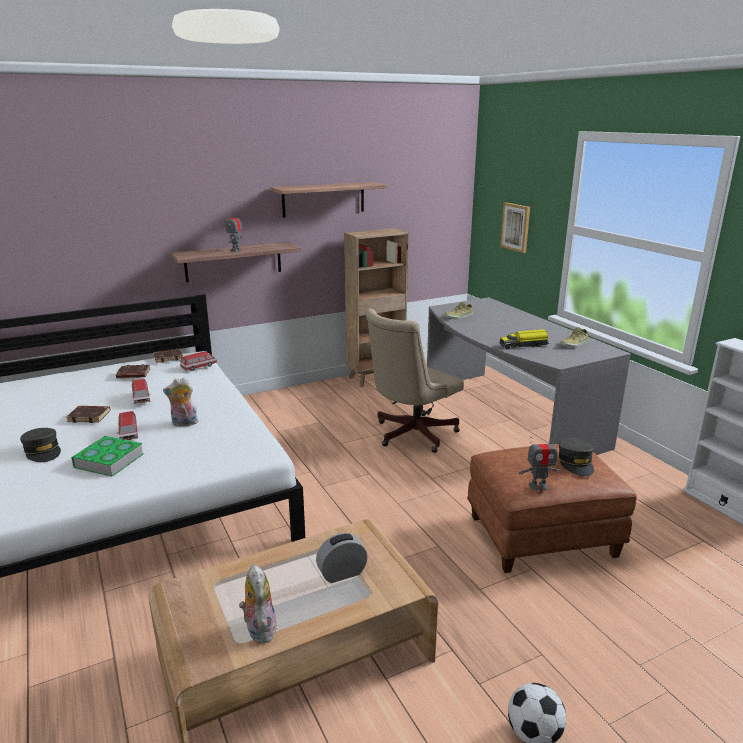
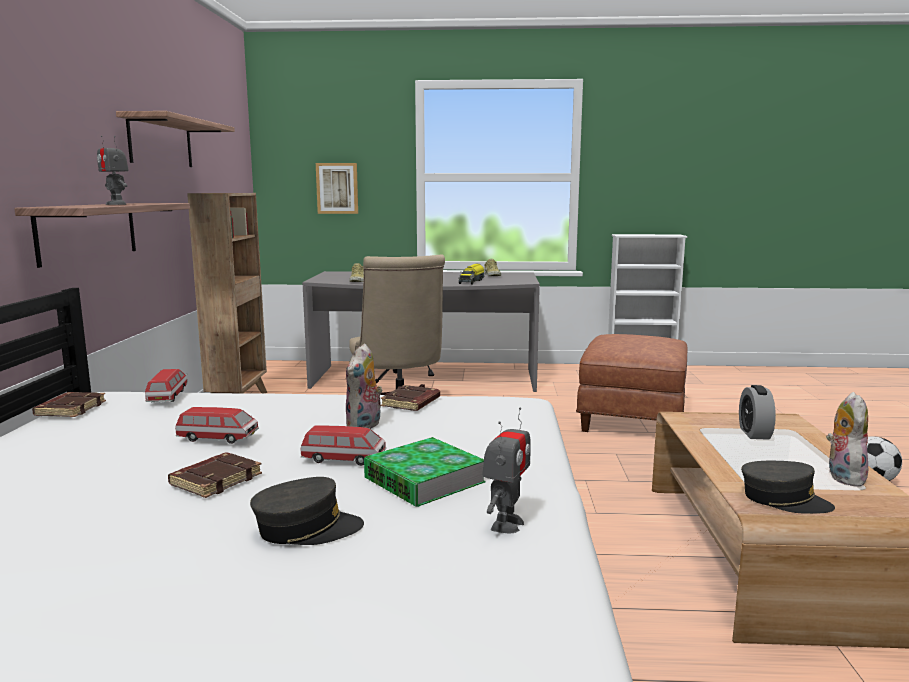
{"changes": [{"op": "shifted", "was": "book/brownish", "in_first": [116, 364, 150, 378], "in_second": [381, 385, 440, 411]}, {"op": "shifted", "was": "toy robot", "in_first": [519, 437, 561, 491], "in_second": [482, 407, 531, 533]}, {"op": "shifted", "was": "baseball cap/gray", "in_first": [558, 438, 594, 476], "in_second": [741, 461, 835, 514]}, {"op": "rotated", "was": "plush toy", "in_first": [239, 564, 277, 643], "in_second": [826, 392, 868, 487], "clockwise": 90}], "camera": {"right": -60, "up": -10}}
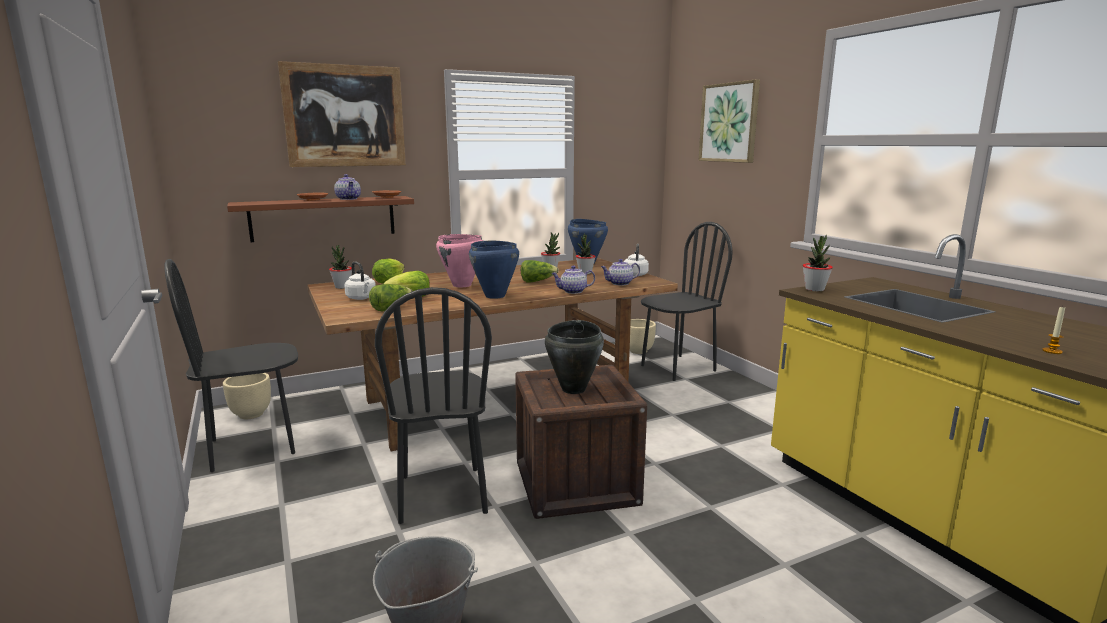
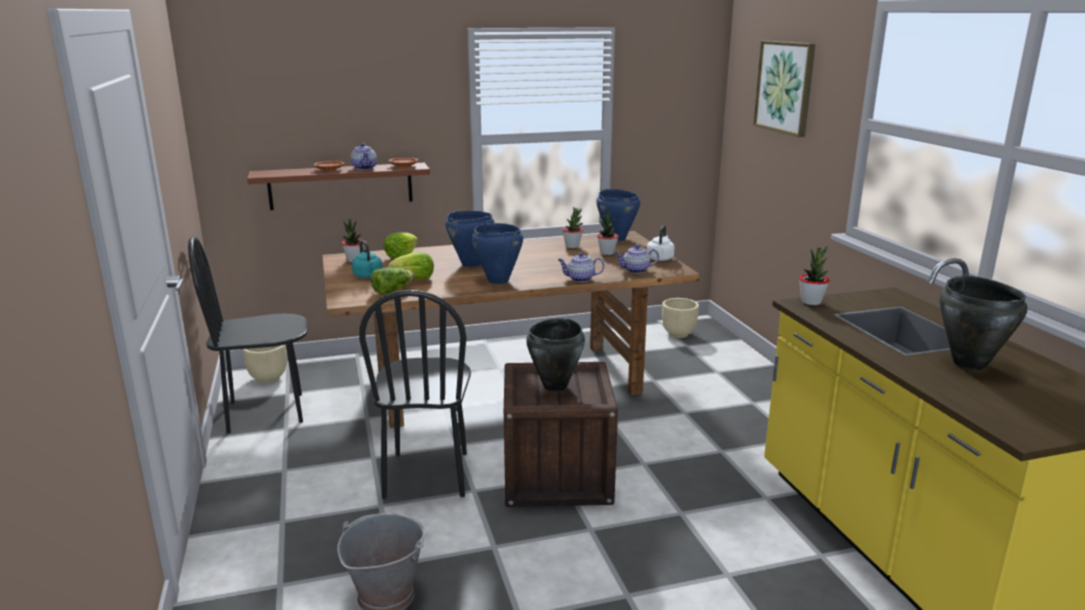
{"changes": [{"op": "gone", "was": "wall art", "in_first": [278, 61, 406, 167]}, {"op": "gone", "was": "head of lettuce", "in_first": [521, 260, 559, 282]}, {"op": "gone", "was": "plain chair/black", "in_first": [641, 222, 733, 381]}, {"op": "gone", "was": "wax light", "in_first": [1042, 306, 1065, 354]}, {"op": "new", "now": "cooking pot/black", "in_second": [939, 276, 1027, 370]}, {"op": "repainted", "was": "tea kettle/white", "now": "tea kettle/blue-green", "in_first": [344, 262, 376, 300], "in_second": [352, 240, 382, 278]}, {"op": "repainted", "was": "cooking pot/pinkish", "now": "cooking pot/blue", "in_first": [436, 234, 483, 287], "in_second": [446, 210, 494, 267]}], "camera": {"right": 10, "up": 5}}
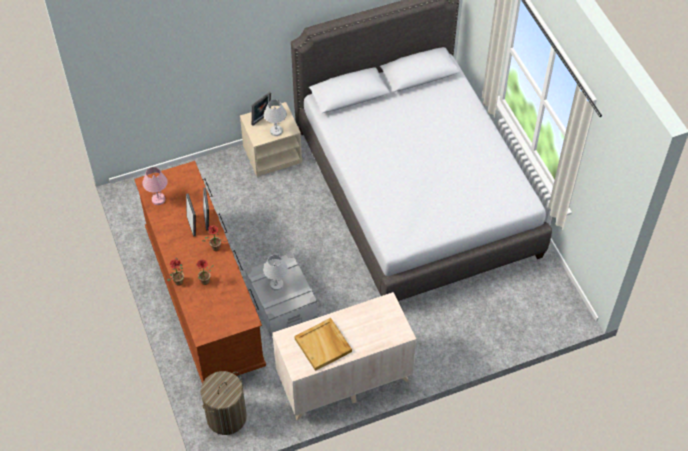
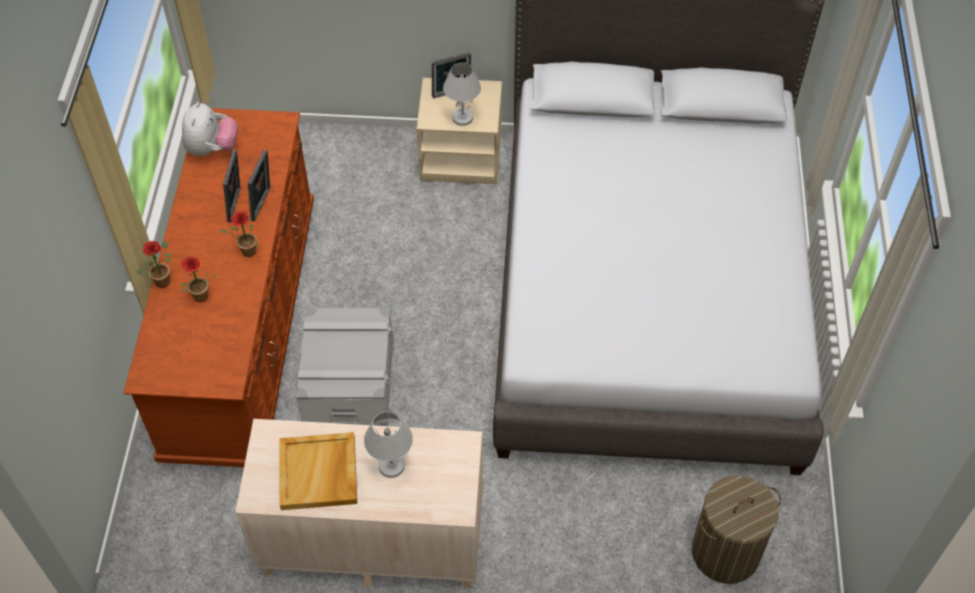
{"changes": [{"op": "shifted", "was": "hamper", "in_first": [200, 371, 247, 435], "in_second": [692, 475, 781, 584]}, {"op": "shifted", "was": "lamp for a table/white", "in_first": [263, 255, 288, 291], "in_second": [364, 412, 413, 478]}, {"op": "swapped", "was": "lamp for a table/pinkish", "now": "plush toy", "in_first": [142, 167, 168, 205], "in_second": [182, 102, 238, 156]}], "camera": {"right": 25, "up": 0}}
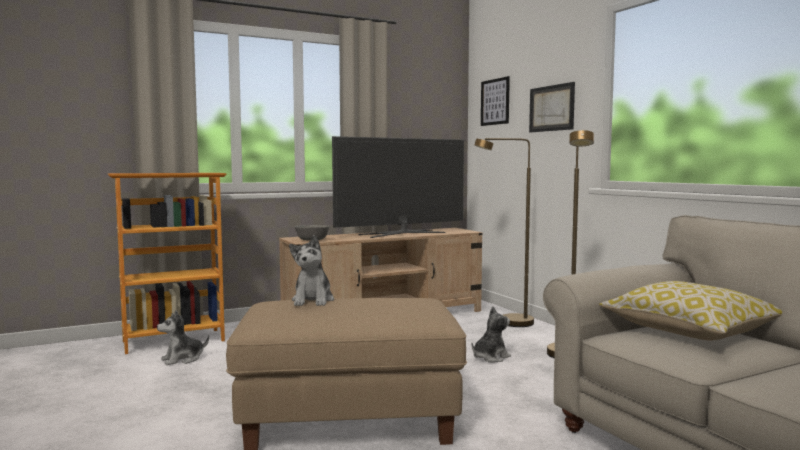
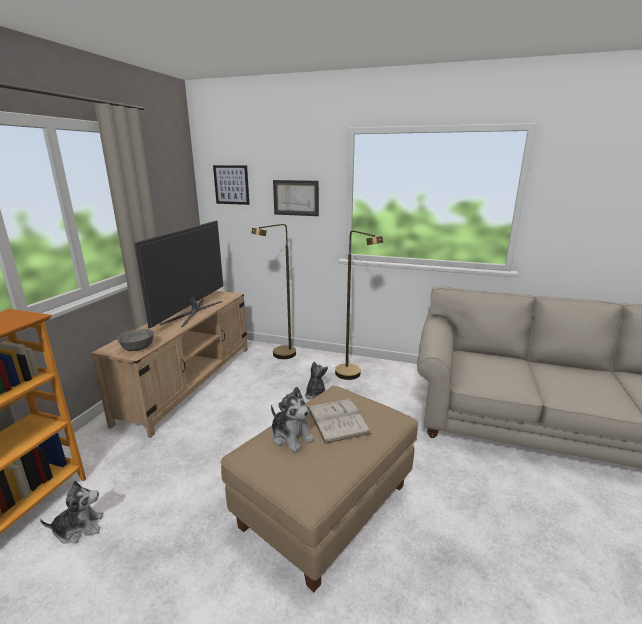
{"changes": [{"op": "gone", "was": "cushion", "in_first": [599, 281, 782, 340]}, {"op": "new", "now": "book/white", "in_second": [307, 399, 371, 444]}, {"op": "rotated", "was": "plush toy", "in_first": [157, 310, 209, 365], "in_second": [40, 481, 103, 544], "clockwise": -120}], "camera": {"right": -45, "up": 15}}
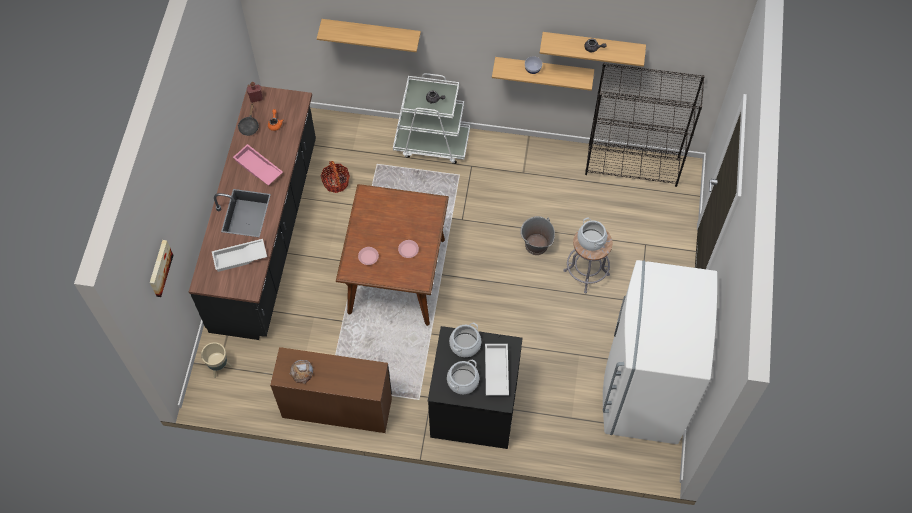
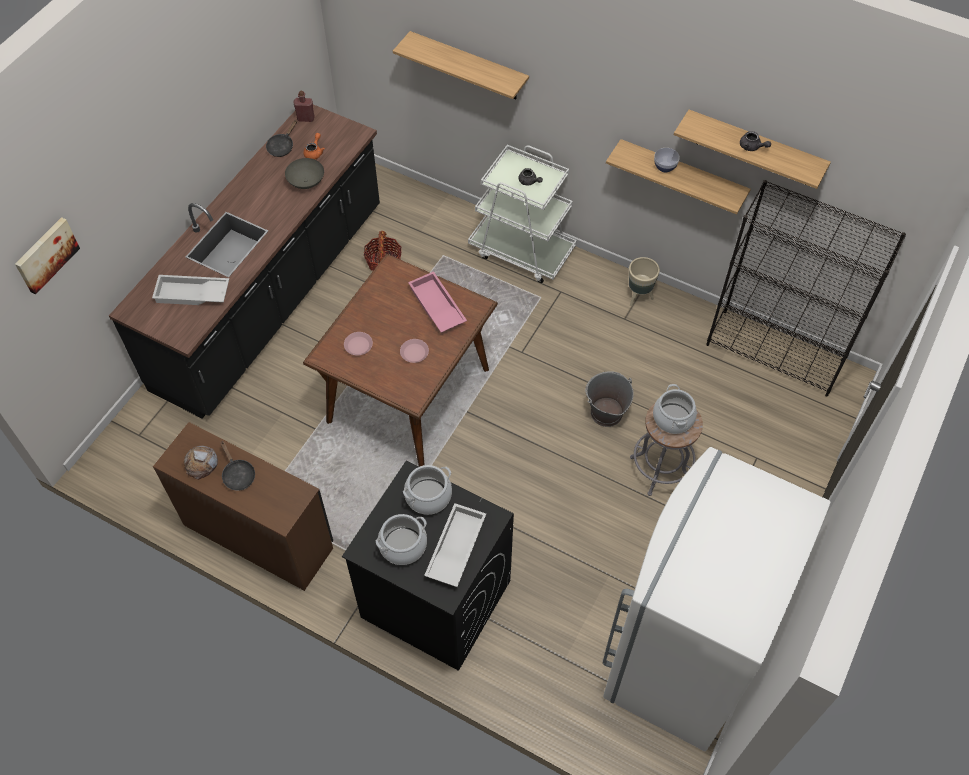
{"changes": [{"op": "new", "now": "skillet/black", "in_second": [221, 441, 255, 491]}, {"op": "new", "now": "deep dish/gray", "in_second": [285, 158, 324, 189]}, {"op": "shifted", "was": "flower pot/sand-coloured", "in_first": [201, 342, 232, 378], "in_second": [629, 257, 660, 306]}, {"op": "shifted", "was": "tray/pinkish", "in_first": [233, 144, 283, 186], "in_second": [408, 271, 467, 333]}], "camera": {"right": 20, "up": -5}}
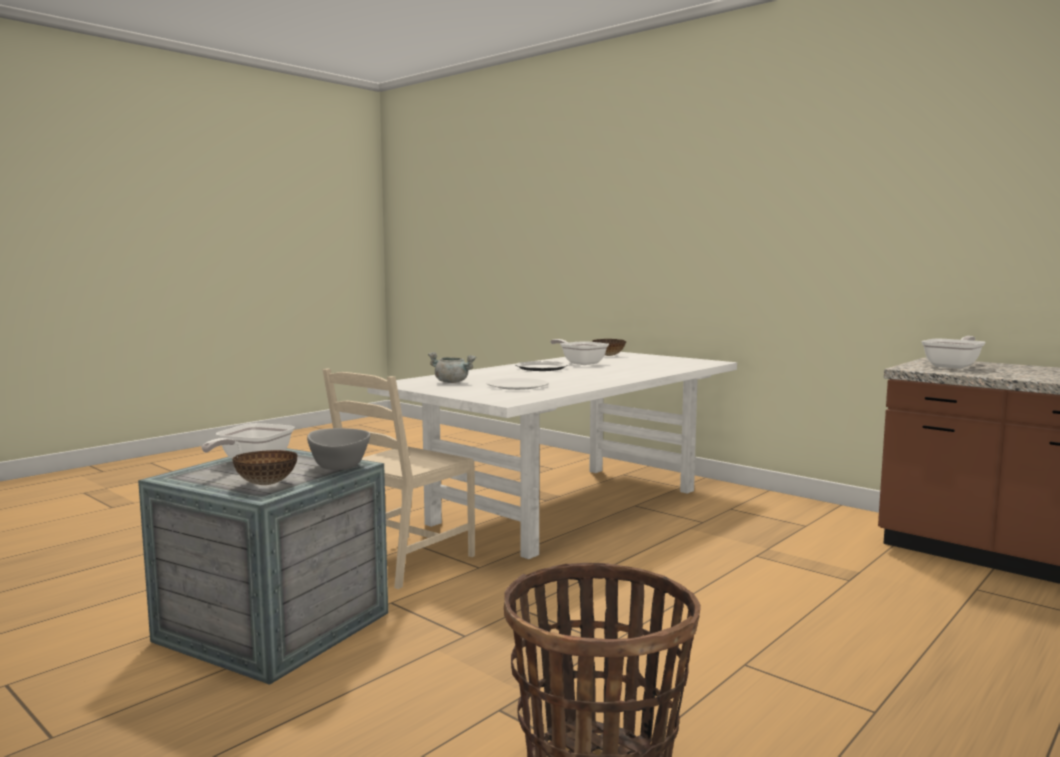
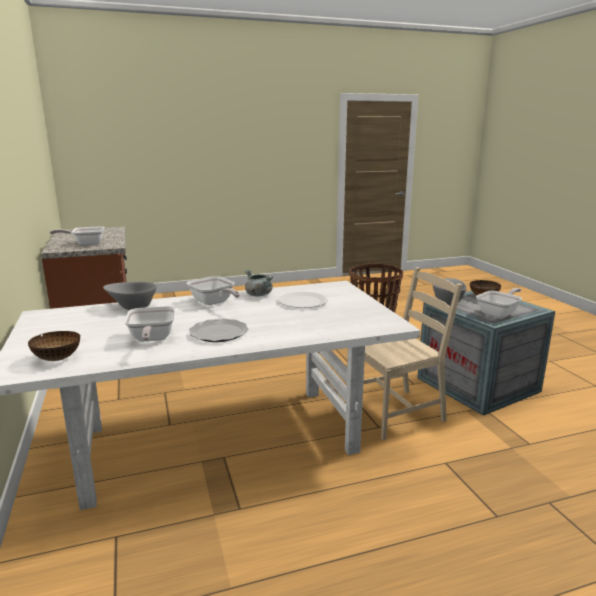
{"changes": [{"op": "new", "now": "deep dish/gray", "in_second": [103, 282, 157, 310]}, {"op": "new", "now": "skillet", "in_second": [187, 276, 240, 305]}, {"op": "shifted", "was": "cooking pot/gray", "in_first": [428, 352, 476, 383], "in_second": [245, 270, 273, 296]}], "camera": {"right": -150, "up": 10}}
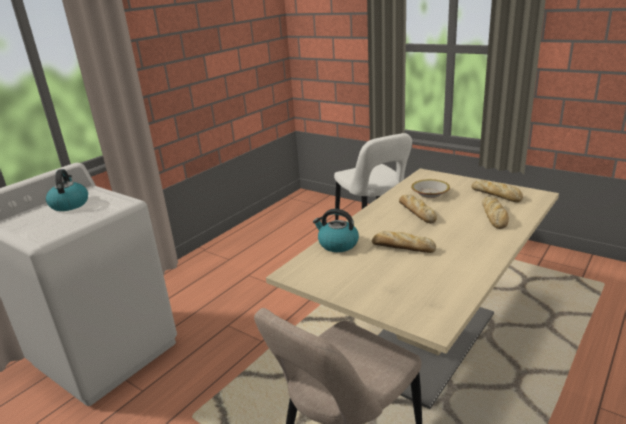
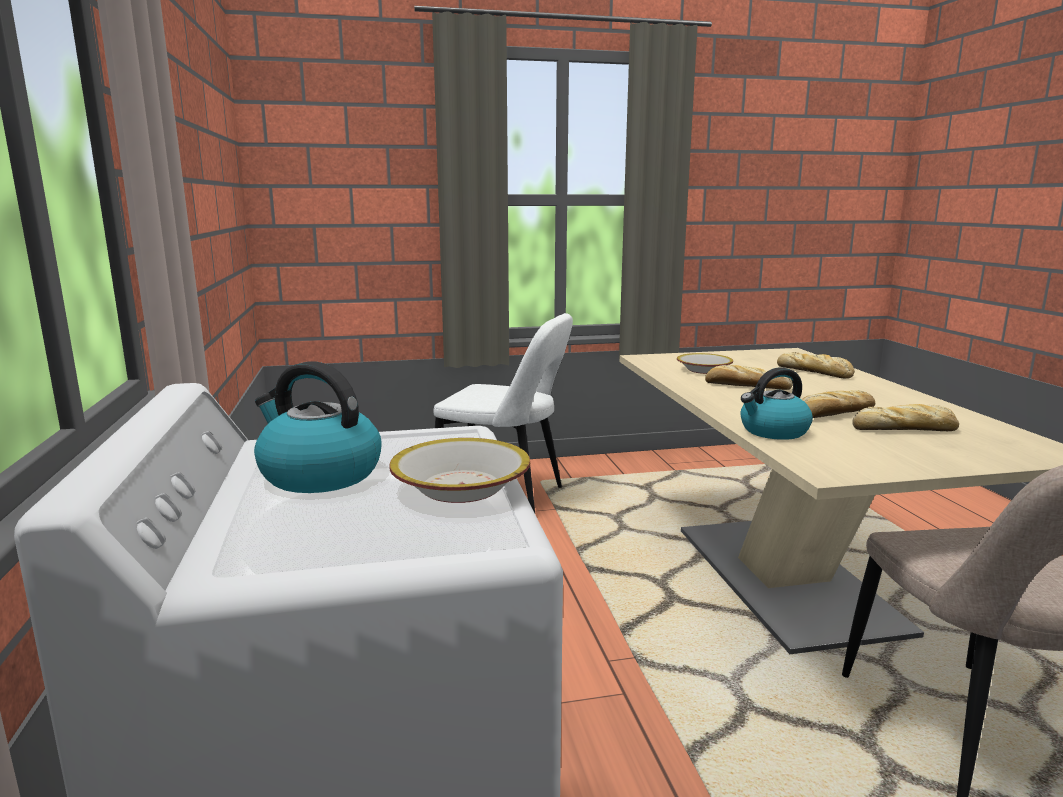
{"changes": [{"op": "new", "now": "deep dish", "in_second": [389, 438, 530, 503]}, {"op": "shifted", "was": "bread", "in_first": [472, 180, 523, 202], "in_second": [852, 404, 959, 431]}], "camera": {"right": -50, "up": -10}}
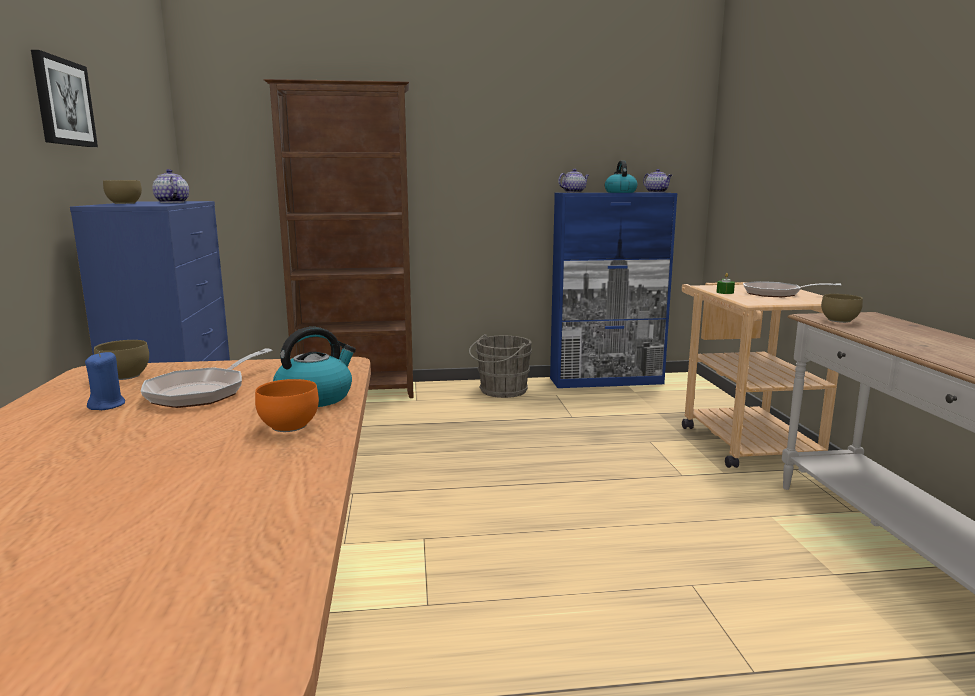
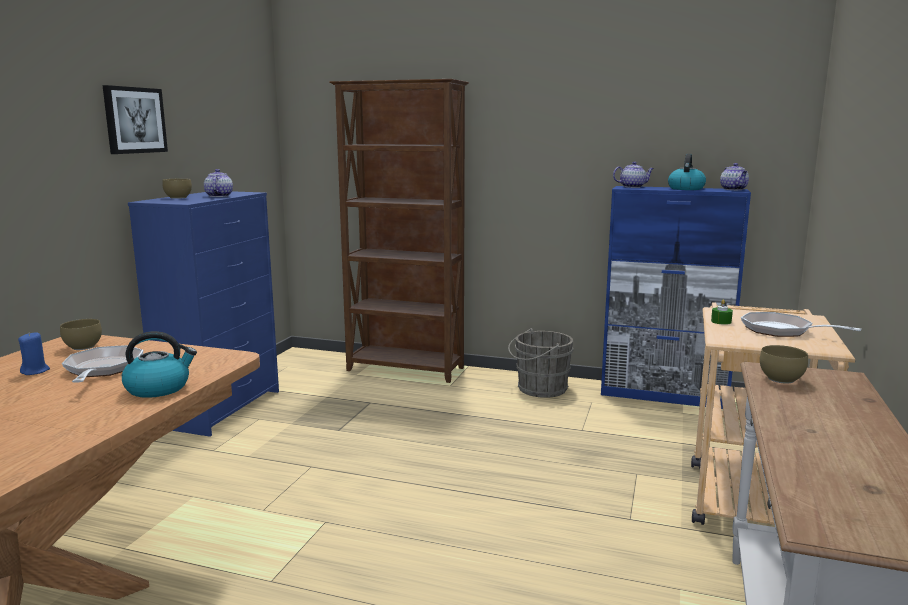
{"changes": [{"op": "gone", "was": "deep dish/orangey", "in_first": [255, 379, 319, 432]}, {"op": "rotated", "was": "skillet", "in_first": [141, 349, 273, 408], "in_second": [62, 345, 143, 383], "clockwise": 120}], "camera": {"right": 25, "up": 0}}
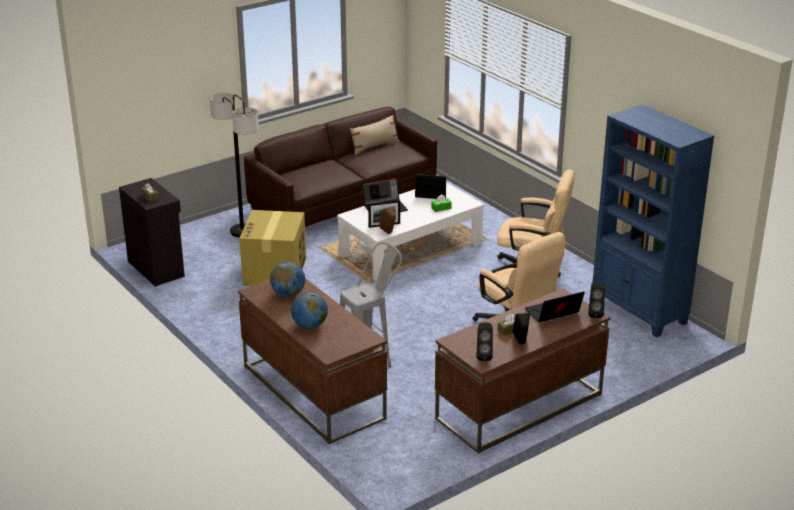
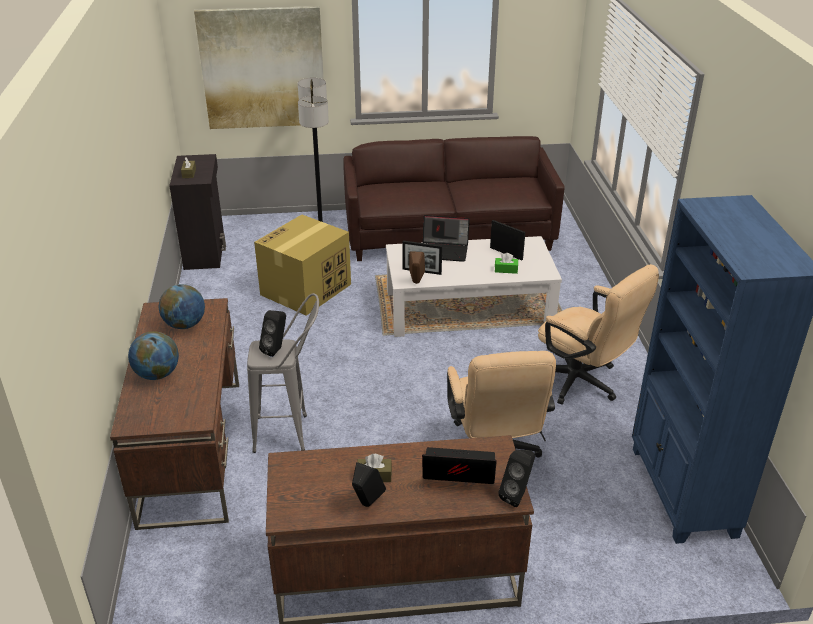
{"changes": [{"op": "gone", "was": "cushion/sand-coloured", "in_first": [350, 115, 399, 155]}, {"op": "new", "now": "wall art", "in_second": [194, 6, 324, 129]}, {"op": "shifted", "was": "loudspeaker/black", "in_first": [477, 322, 493, 361], "in_second": [259, 310, 286, 357]}], "camera": {"right": 30, "up": 5}}
